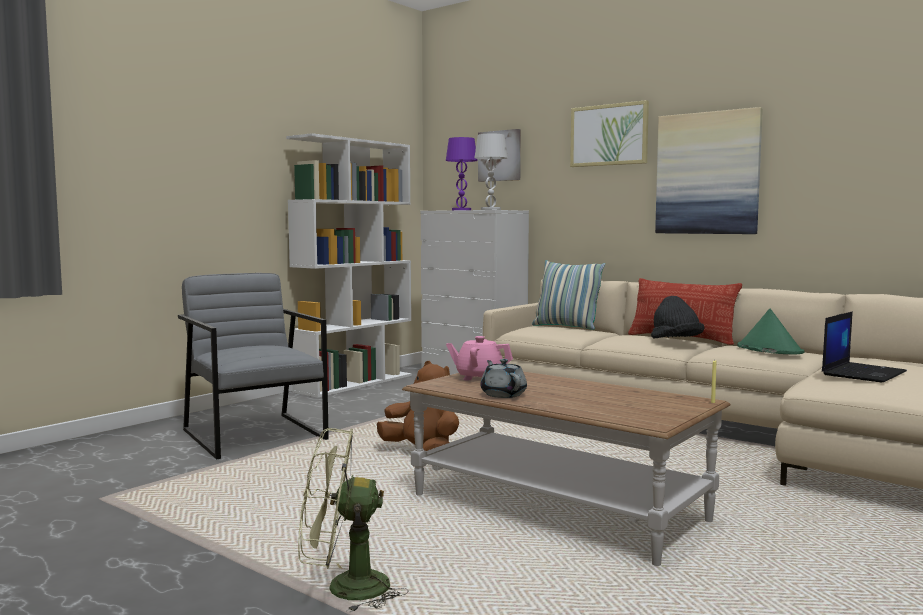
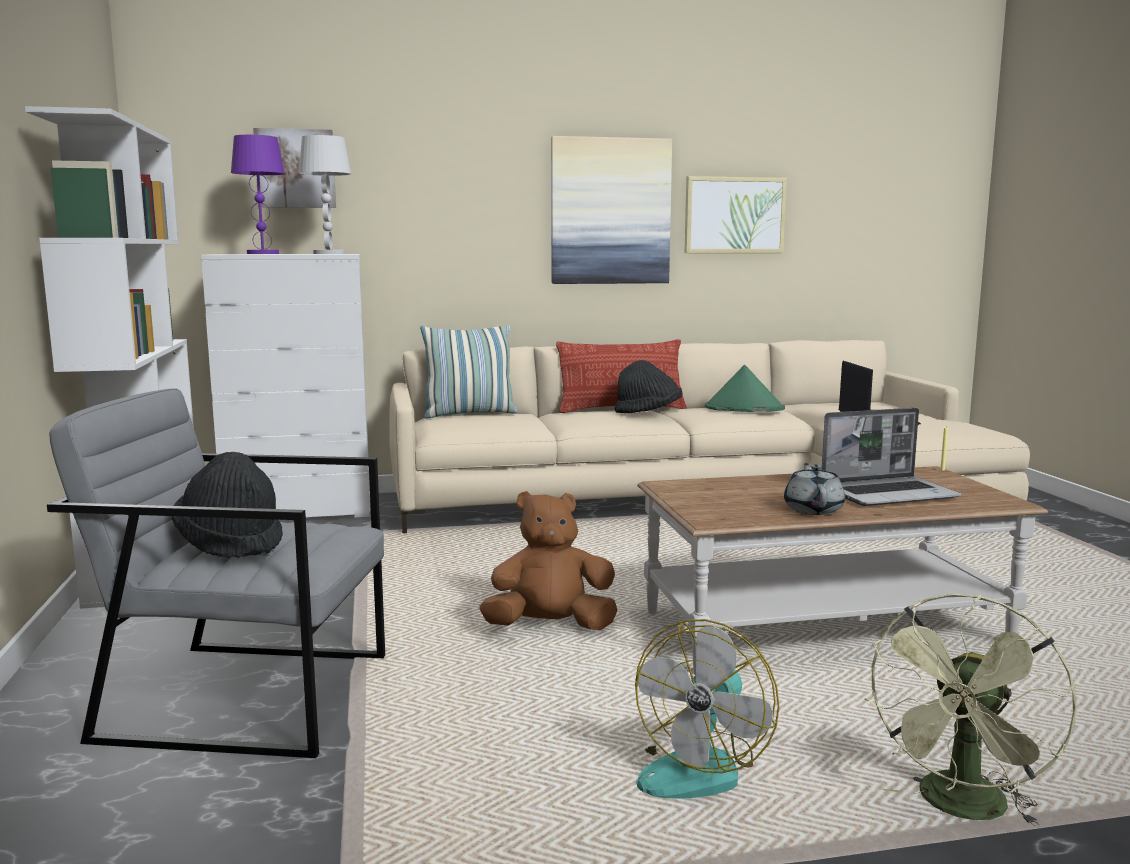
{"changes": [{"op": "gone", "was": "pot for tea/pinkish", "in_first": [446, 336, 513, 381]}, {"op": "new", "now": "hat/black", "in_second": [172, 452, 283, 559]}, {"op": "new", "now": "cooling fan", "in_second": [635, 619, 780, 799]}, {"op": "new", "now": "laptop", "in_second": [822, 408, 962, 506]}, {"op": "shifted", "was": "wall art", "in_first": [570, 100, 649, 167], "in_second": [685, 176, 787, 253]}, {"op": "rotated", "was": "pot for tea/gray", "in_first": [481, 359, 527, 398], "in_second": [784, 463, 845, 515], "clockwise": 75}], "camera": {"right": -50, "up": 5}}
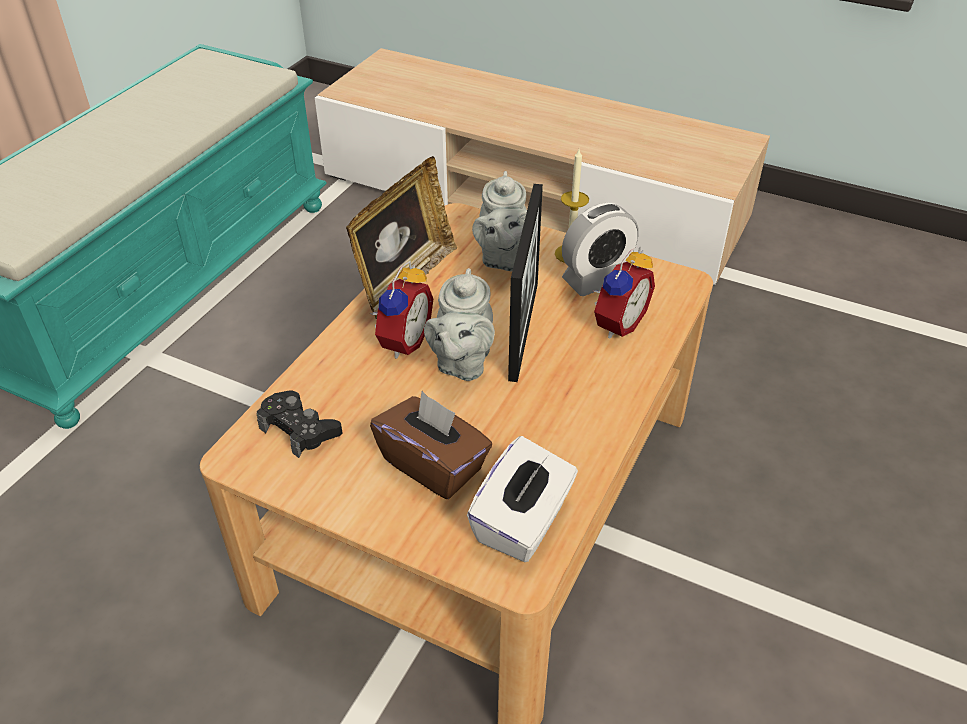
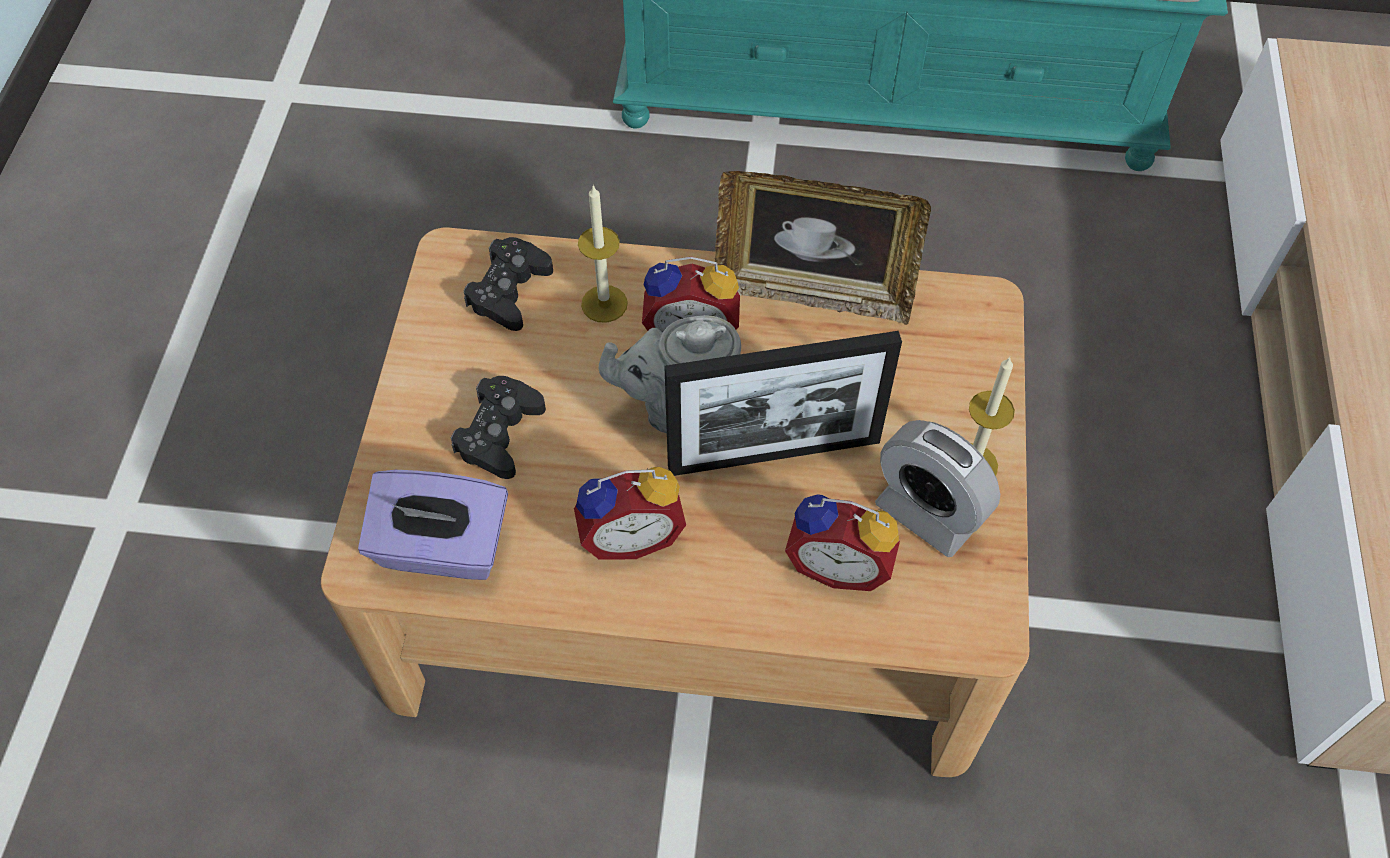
{"changes": [{"op": "gone", "was": "pot for tea/gray", "in_first": [472, 171, 527, 271]}, {"op": "new", "now": "alarm clock", "in_second": [574, 467, 686, 560]}, {"op": "new", "now": "wax light", "in_second": [578, 184, 628, 323]}, {"op": "swapped", "was": "box of tissues/brownish", "now": "game controller/black", "in_first": [370, 391, 492, 499], "in_second": [451, 376, 546, 479]}, {"op": "repainted", "was": "box of tissues/white", "now": "box of tissues/purplish", "in_first": [467, 436, 578, 562], "in_second": [358, 470, 508, 580]}], "camera": {"right": 70, "up": 15}}
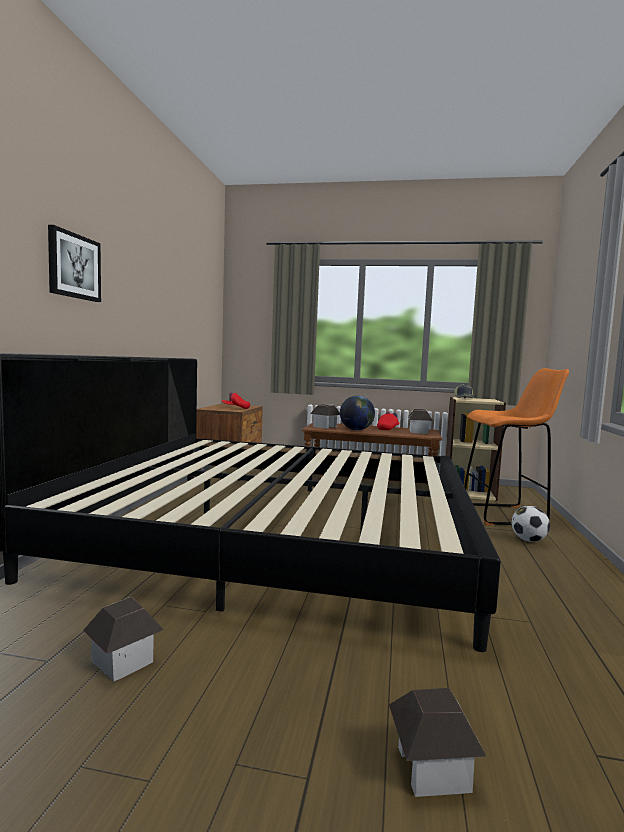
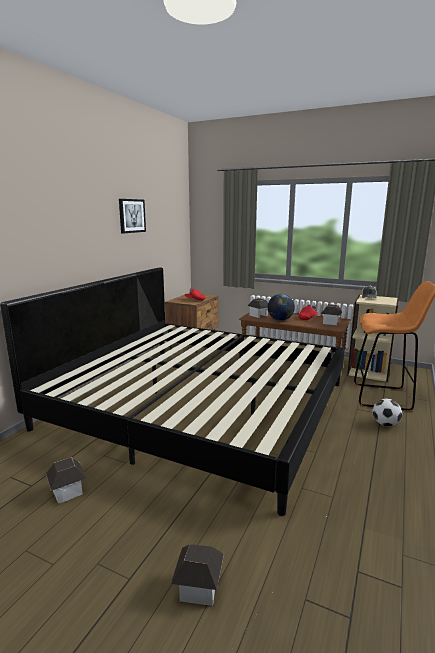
{"changes": [{"op": "shifted", "was": "wall art", "in_first": [48, 225, 101, 302], "in_second": [119, 199, 146, 233]}], "camera": {"right": 15, "up": 10}}
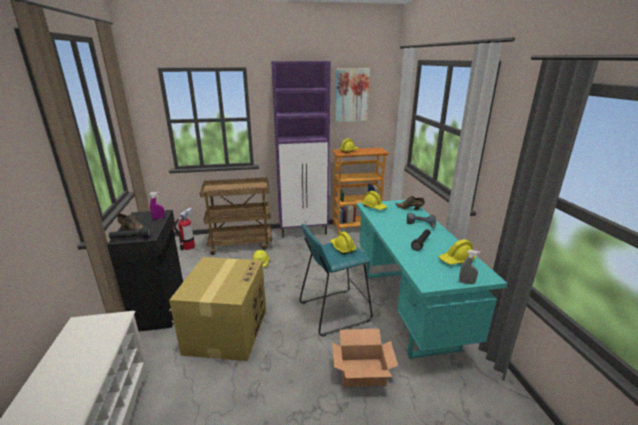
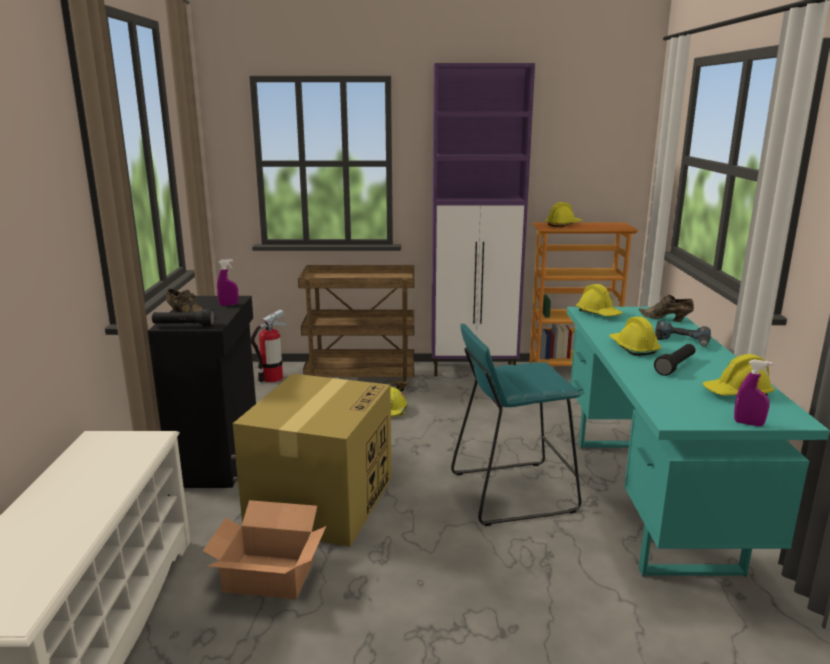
{"changes": [{"op": "gone", "was": "wall art", "in_first": [335, 68, 370, 122]}, {"op": "shifted", "was": "hard hat/yellowish", "in_first": [330, 231, 357, 254], "in_second": [609, 316, 661, 356]}, {"op": "shifted", "was": "carton", "in_first": [332, 329, 398, 387], "in_second": [203, 500, 326, 599]}, {"op": "repainted", "was": "sprayer/gray", "now": "sprayer/purplish", "in_first": [459, 250, 480, 284], "in_second": [734, 360, 773, 426]}], "camera": {"right": 10, "up": -5}}
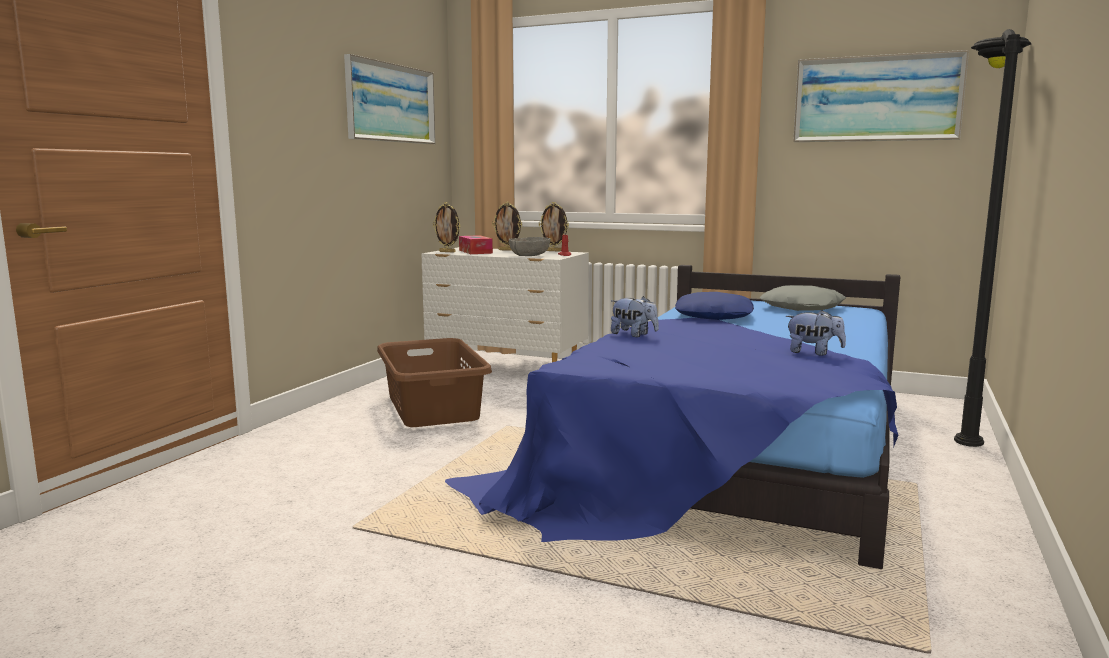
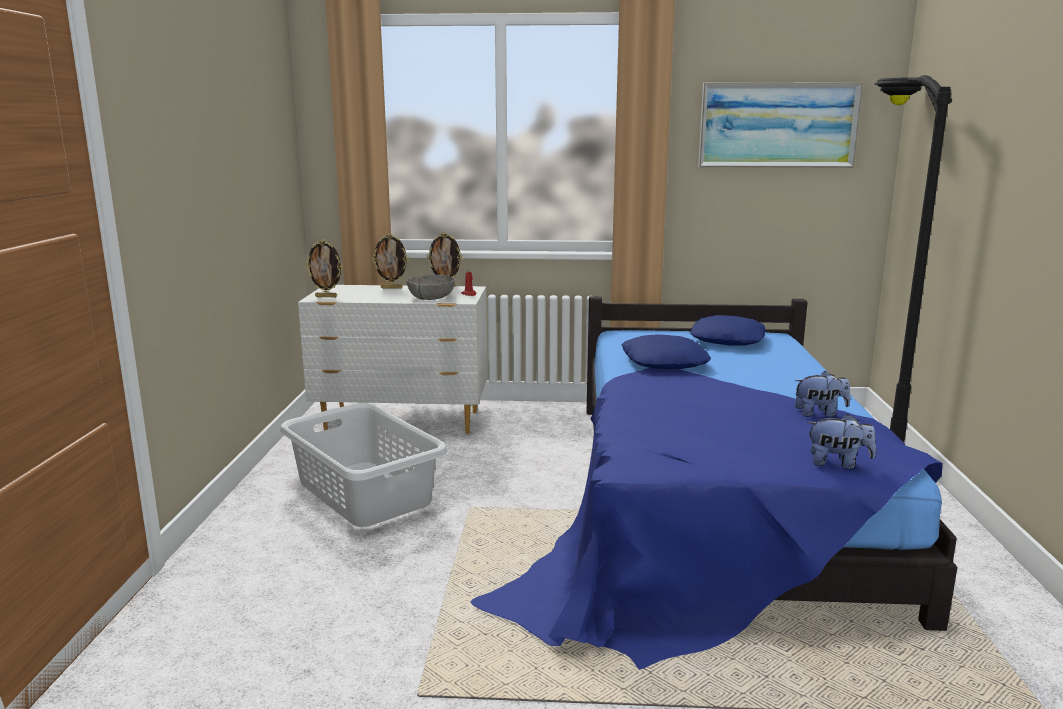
{"changes": [{"op": "gone", "was": "wall art", "in_first": [344, 54, 435, 144]}, {"op": "gone", "was": "box of tissues", "in_first": [459, 235, 493, 254]}, {"op": "shifted", "was": "plush toy", "in_first": [611, 296, 659, 337], "in_second": [807, 414, 876, 469]}, {"op": "repainted", "was": "hamper/brownish", "now": "hamper/gray", "in_first": [377, 338, 492, 427], "in_second": [280, 403, 448, 527]}, {"op": "repainted", "was": "cushion/gray", "now": "cushion/blue", "in_first": [760, 285, 846, 311], "in_second": [690, 315, 766, 346]}], "camera": {"right": -20, "up": 5}}
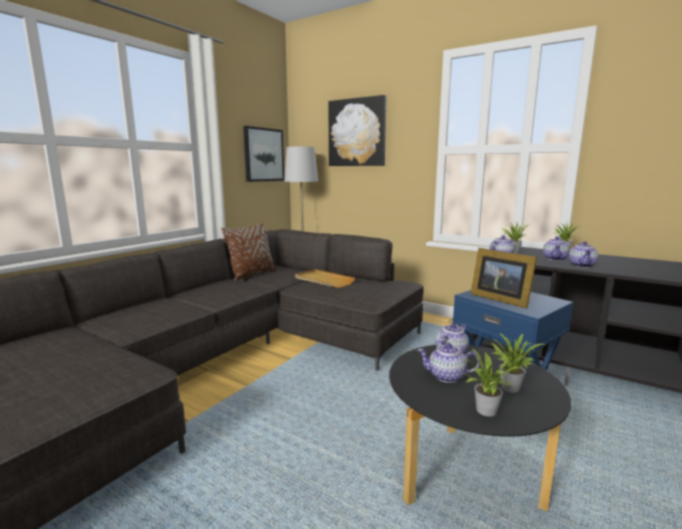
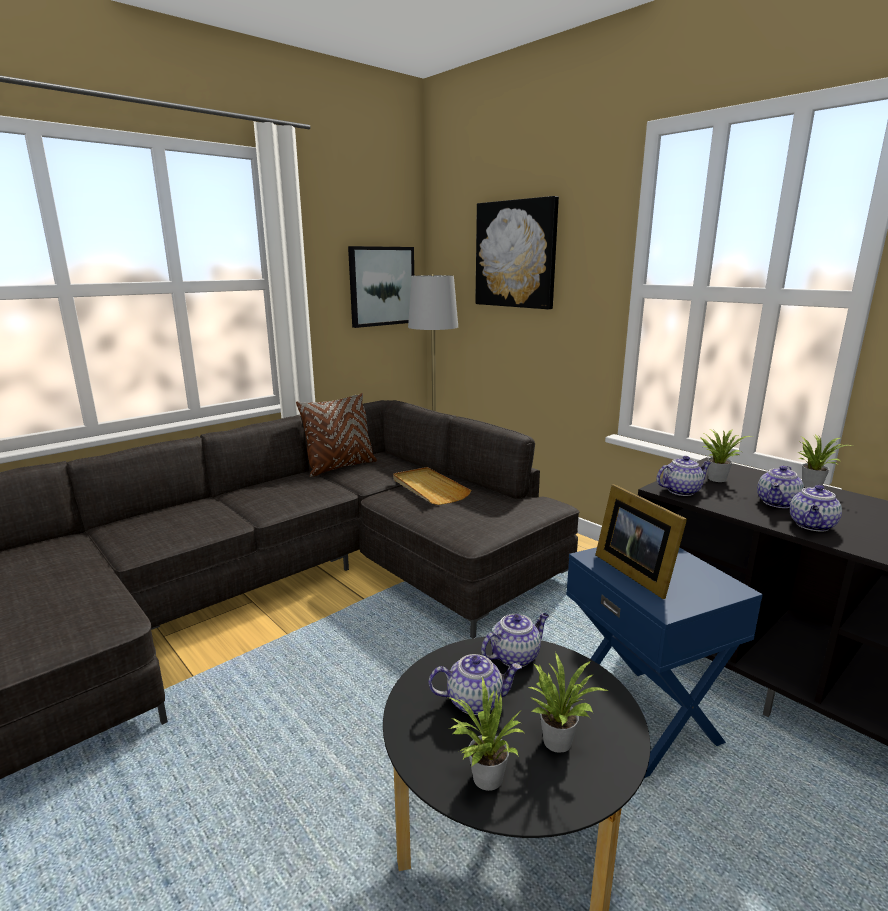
{"changes": [{"op": "rotated", "was": "pot for tea", "in_first": [417, 343, 480, 383], "in_second": [428, 654, 522, 715], "clockwise": 150}], "camera": {"right": 15, "up": 5}}
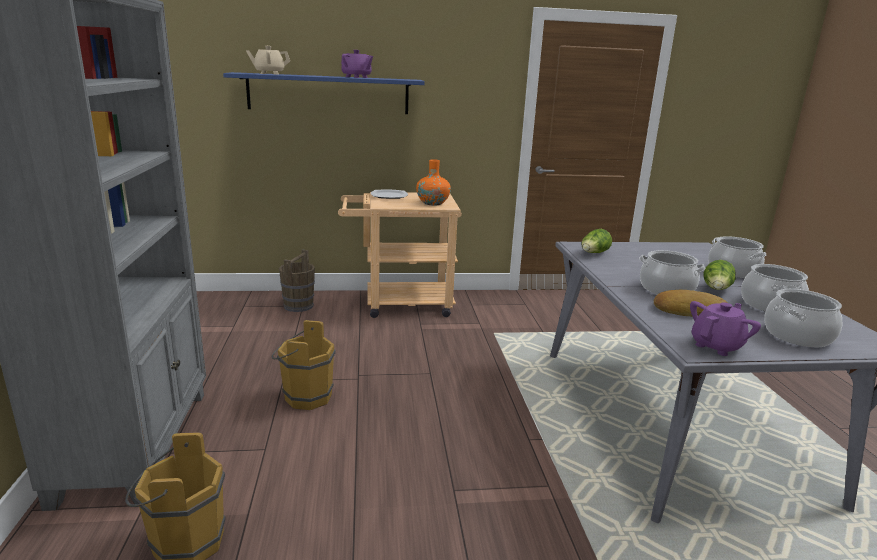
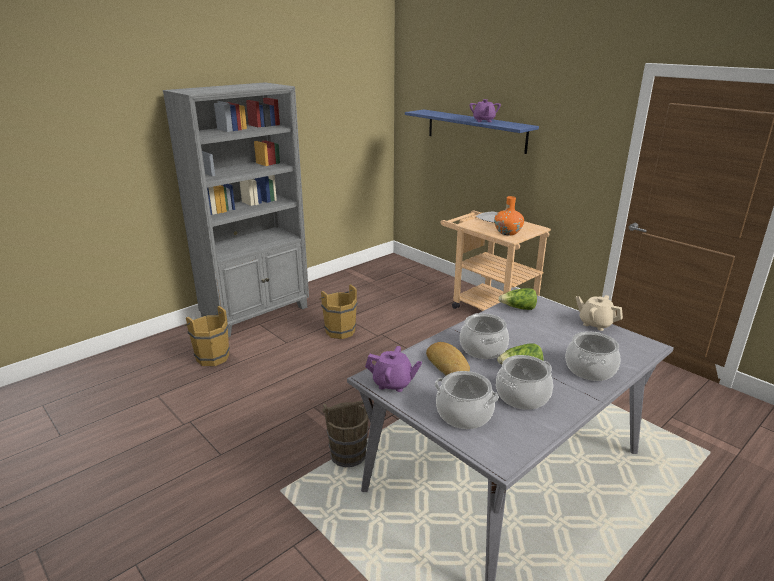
{"changes": [{"op": "shifted", "was": "pot for tea/sand-coloured", "in_first": [246, 46, 290, 75], "in_second": [576, 295, 623, 331]}, {"op": "shifted", "was": "water bucket/brownish", "in_first": [279, 249, 315, 312], "in_second": [322, 400, 368, 467]}], "camera": {"right": 55, "up": 5}}
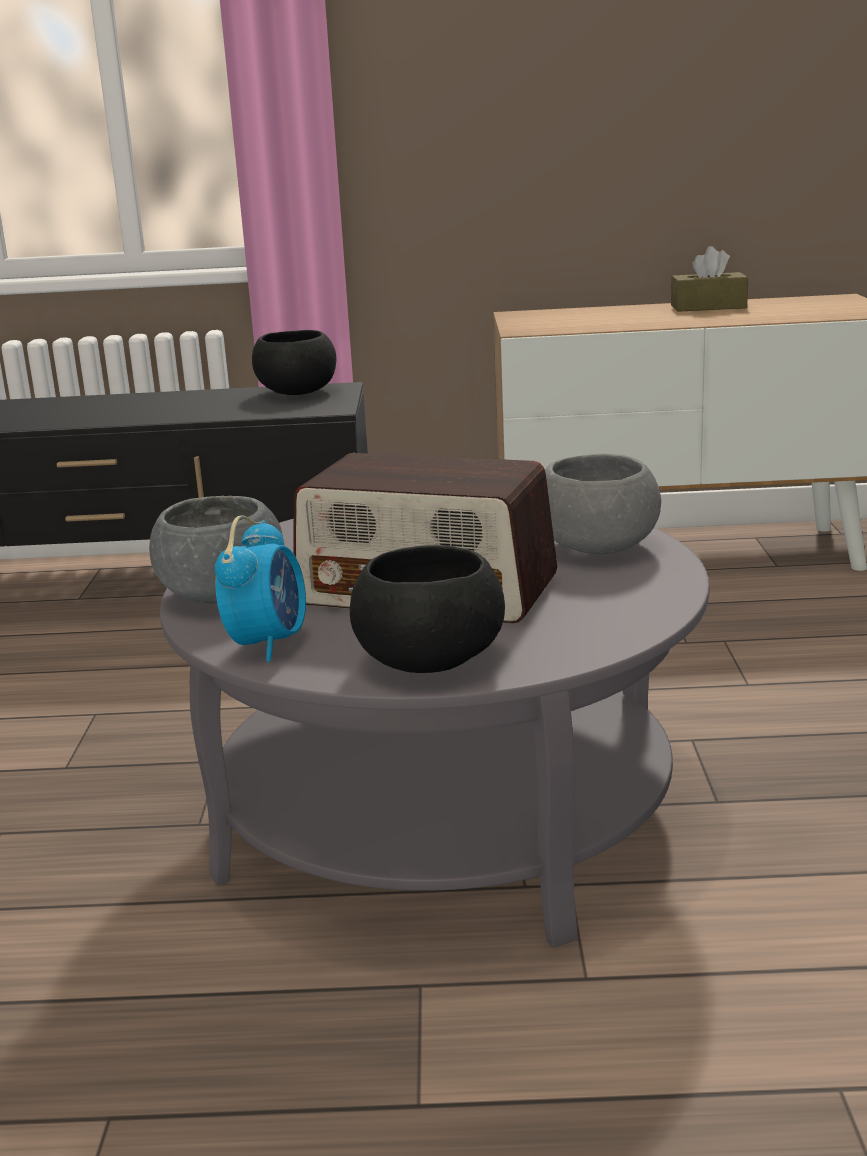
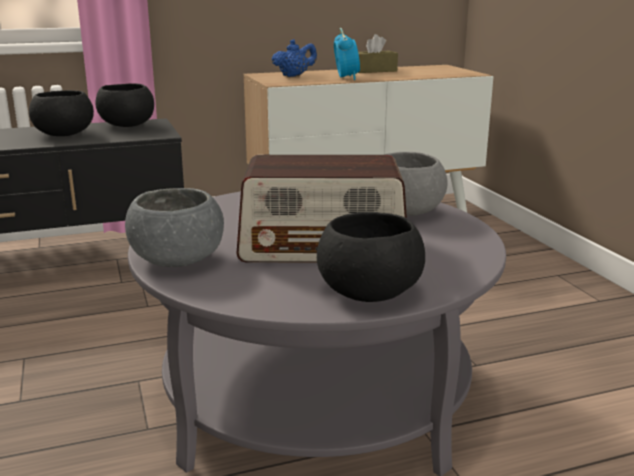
{"changes": [{"op": "new", "now": "deep dish/black", "in_second": [29, 90, 94, 136]}, {"op": "new", "now": "pot for tea/blue", "in_second": [272, 39, 317, 77]}, {"op": "shifted", "was": "alarm clock", "in_first": [215, 515, 306, 662], "in_second": [334, 28, 360, 80]}], "camera": {"right": -20, "up": 0}}
